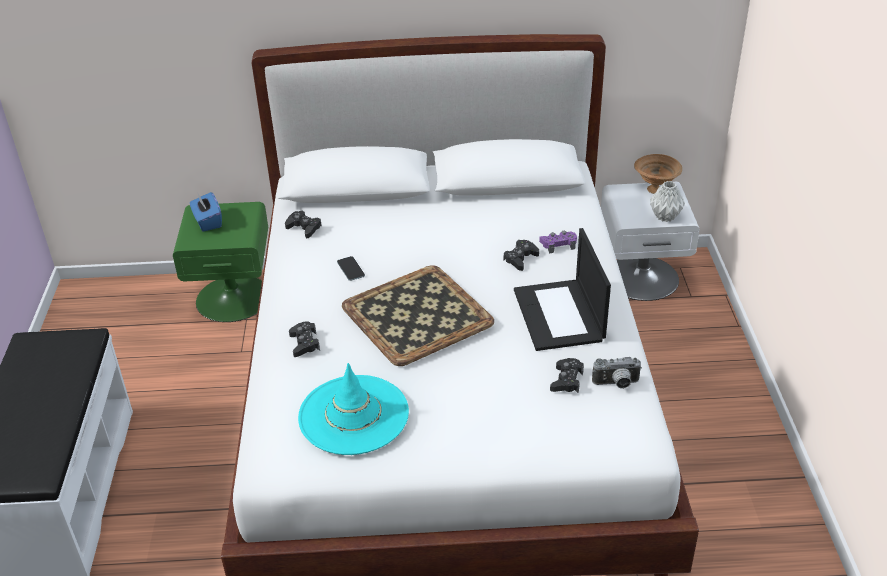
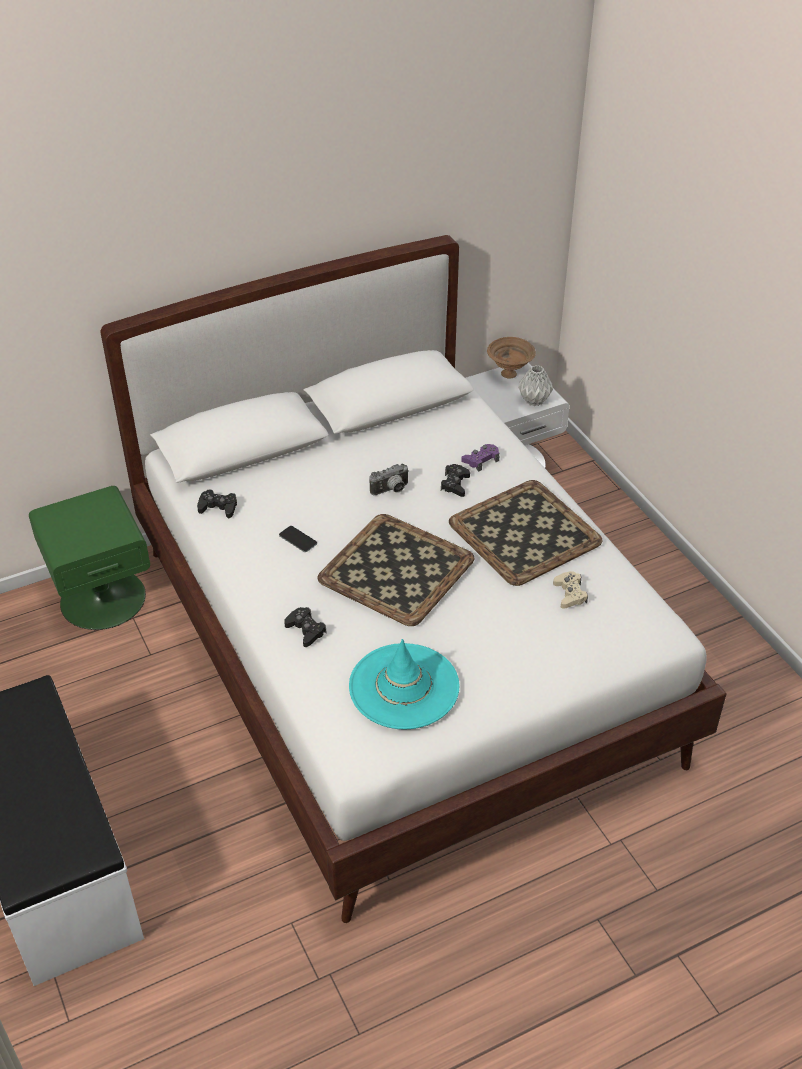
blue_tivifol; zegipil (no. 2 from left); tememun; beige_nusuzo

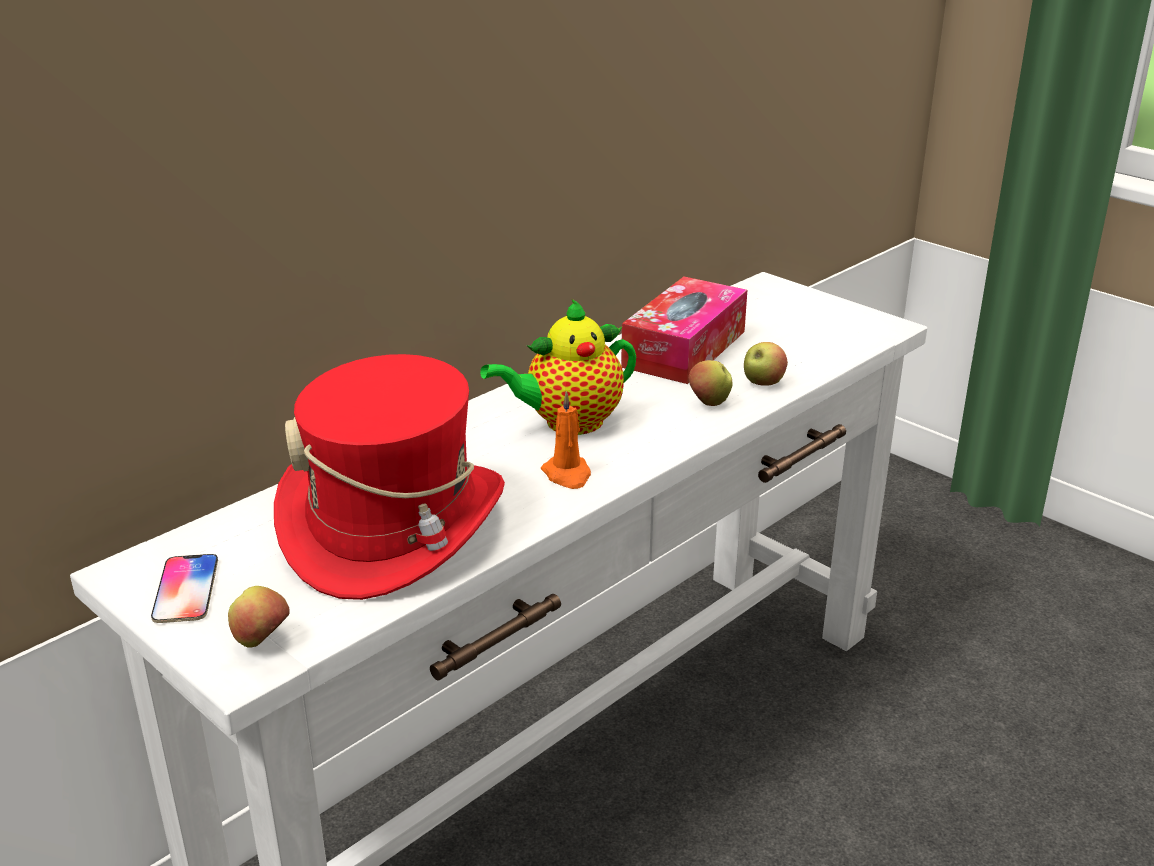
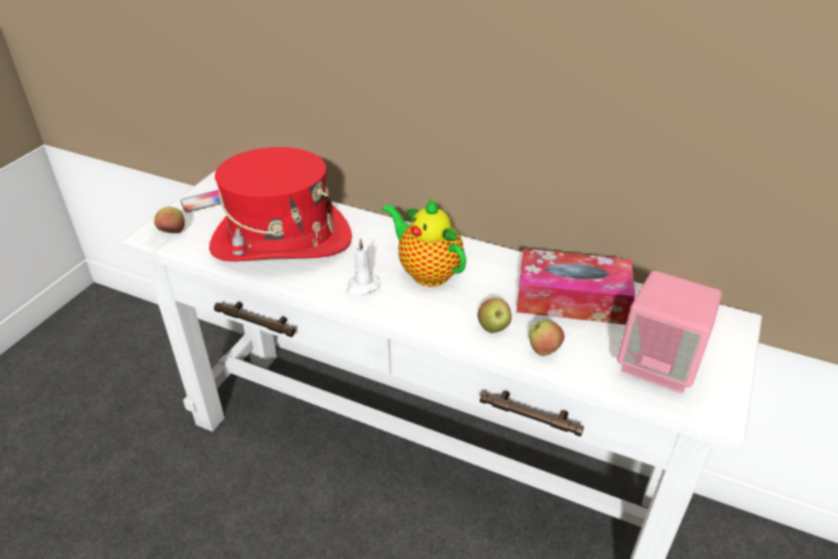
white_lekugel; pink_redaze

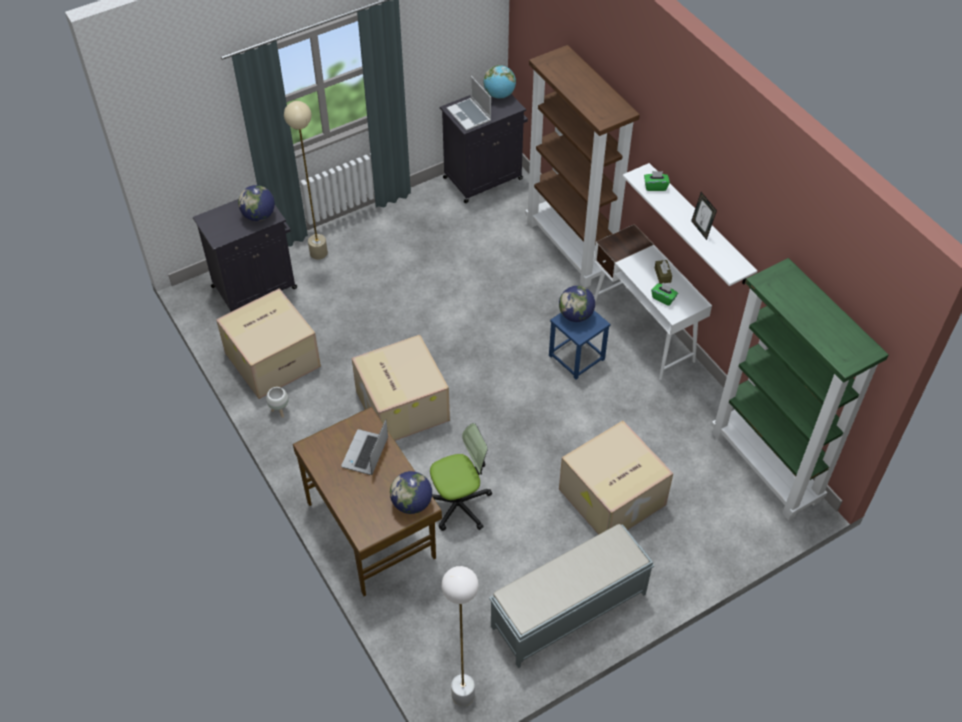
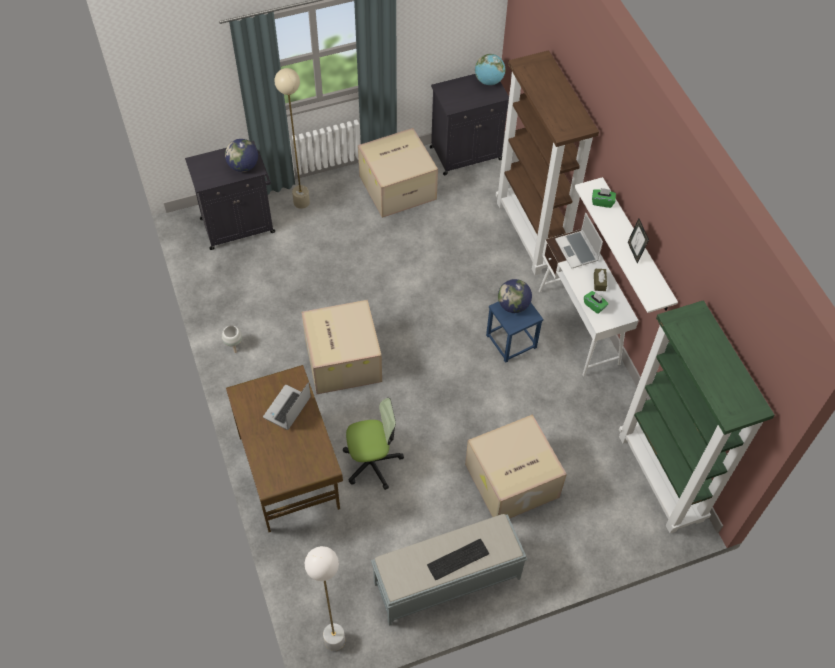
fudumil (no. 2 from left); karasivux (no. 2 from left); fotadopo (no. 2 from left in the first image); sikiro

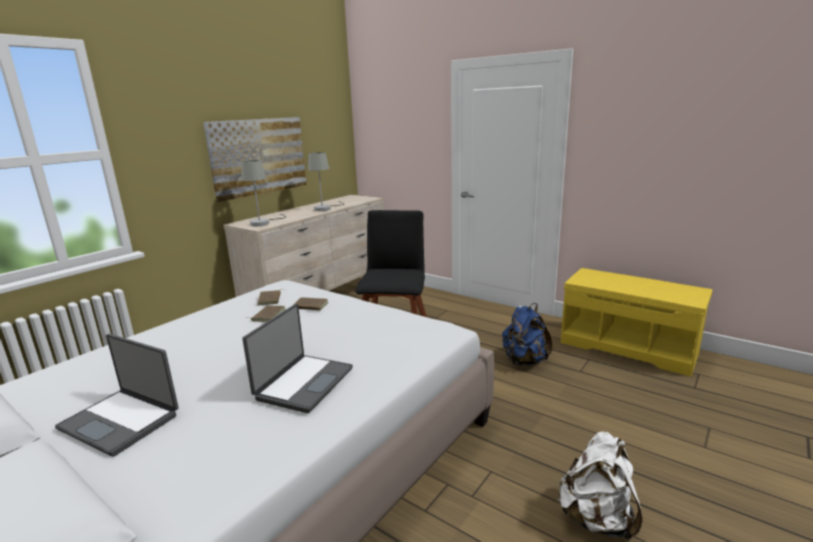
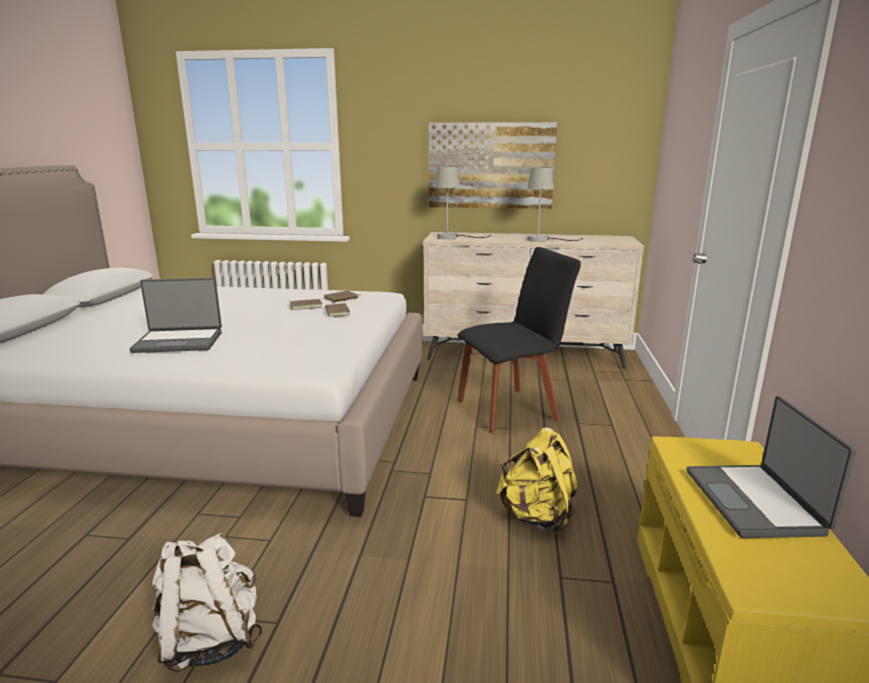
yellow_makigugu; fudumil (no. 2 from left)

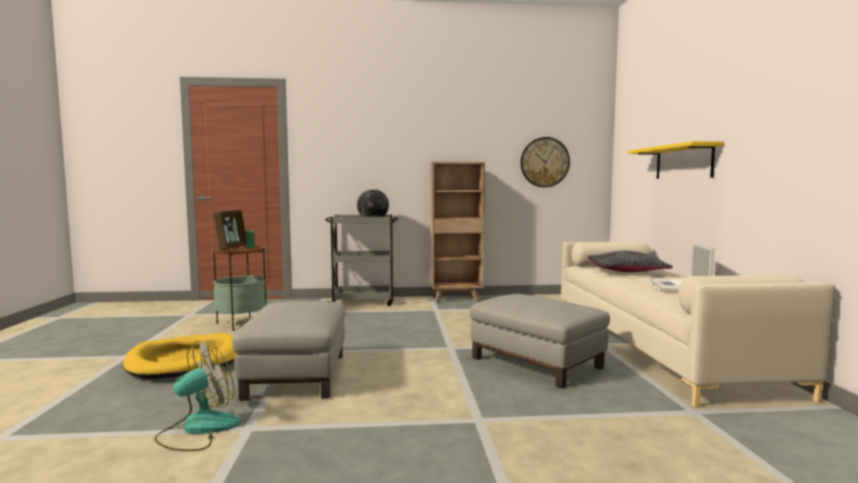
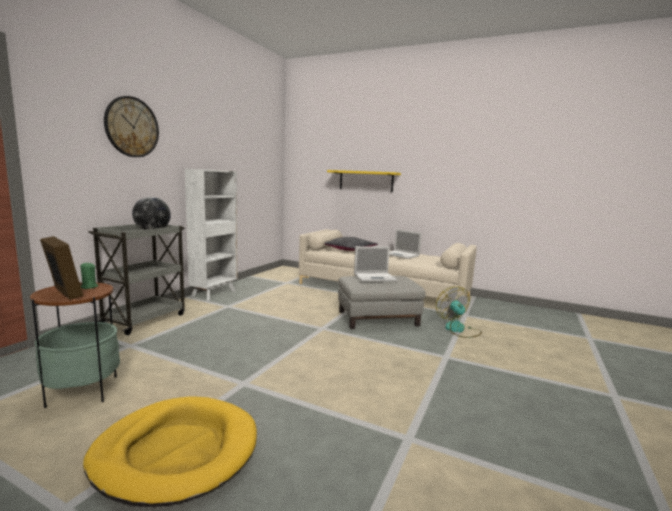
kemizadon; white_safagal; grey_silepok (no. 1 from left in the first image); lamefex; fudumil (no. 1 from left)

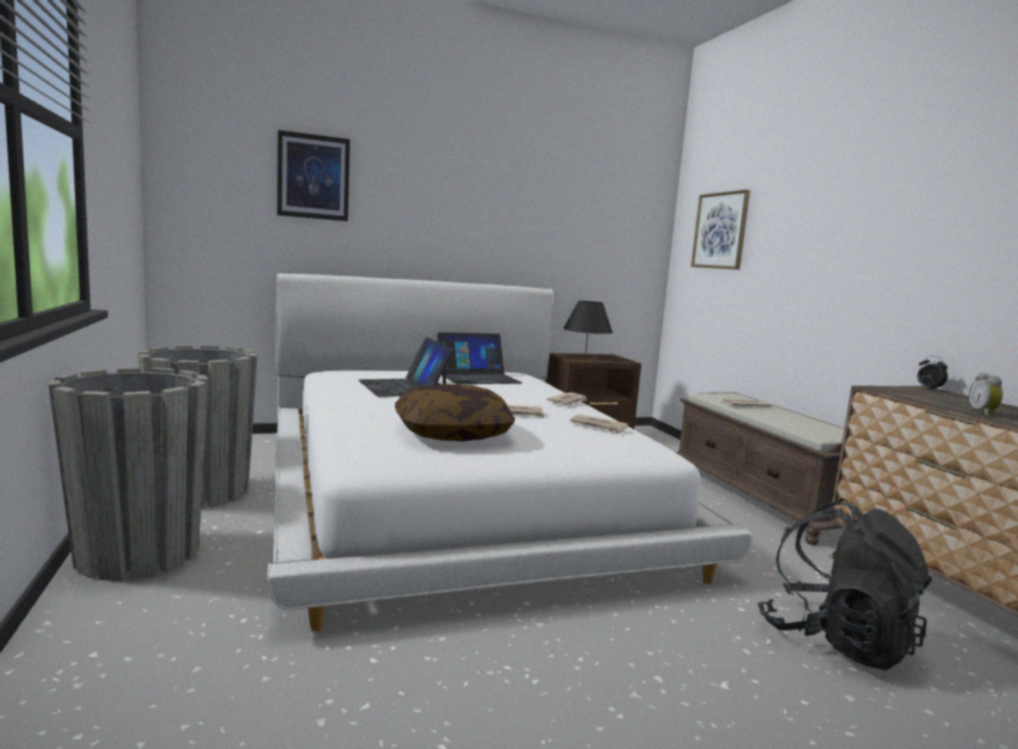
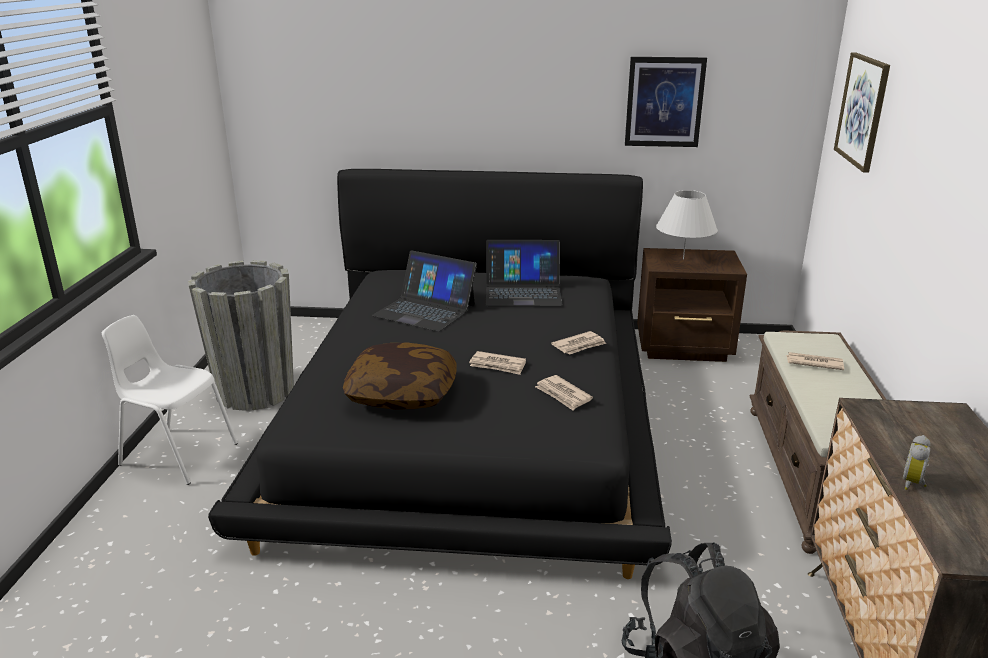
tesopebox (no. 1 from left); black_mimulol; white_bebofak; fudumil (no. 1 from left); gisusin (no. 1 from left in the first image); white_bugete

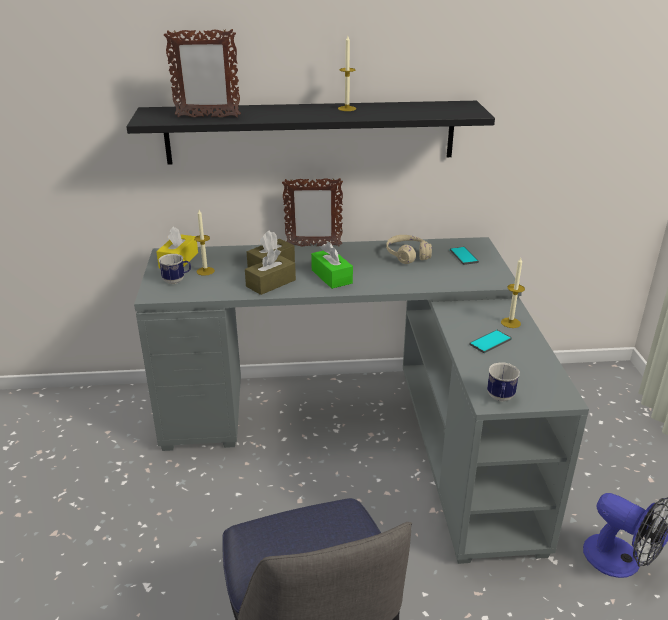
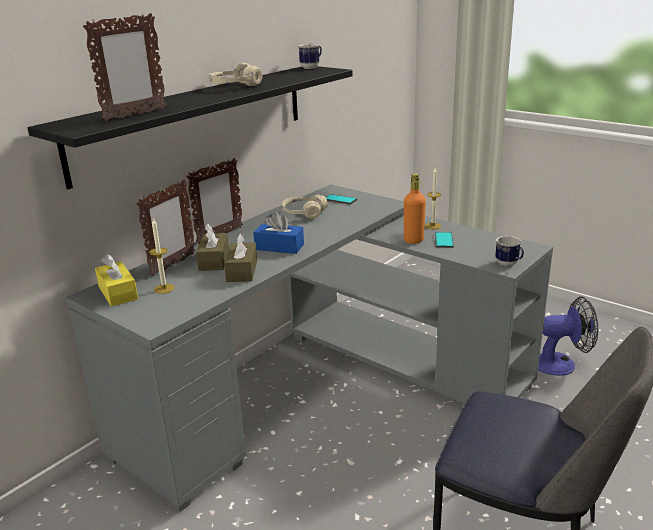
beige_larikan (no. 1 from left); blue_tivifol; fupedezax (no. 1 from left); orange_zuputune; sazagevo (no. 2 from left)

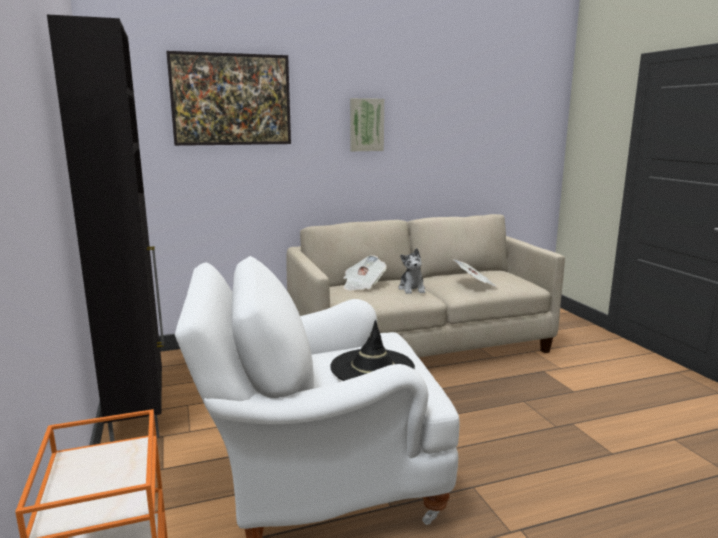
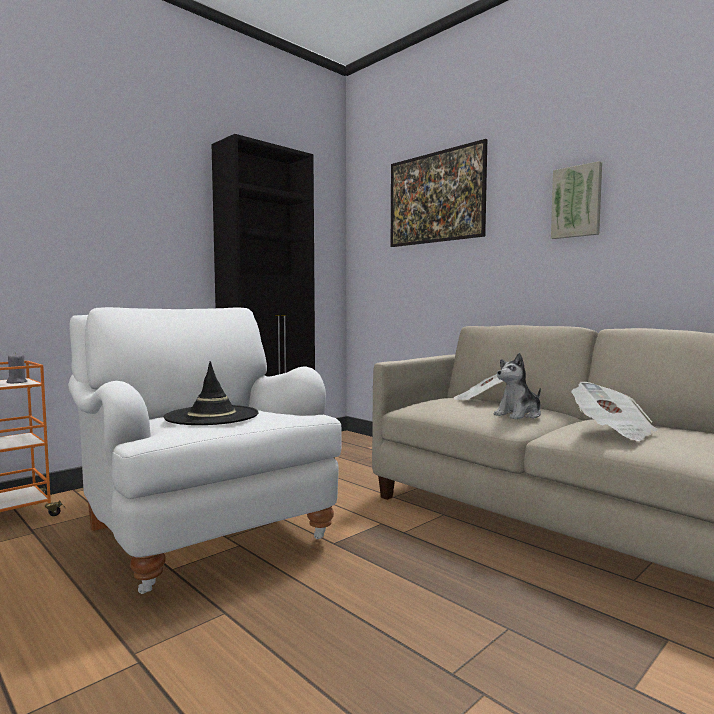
grey_lekugel

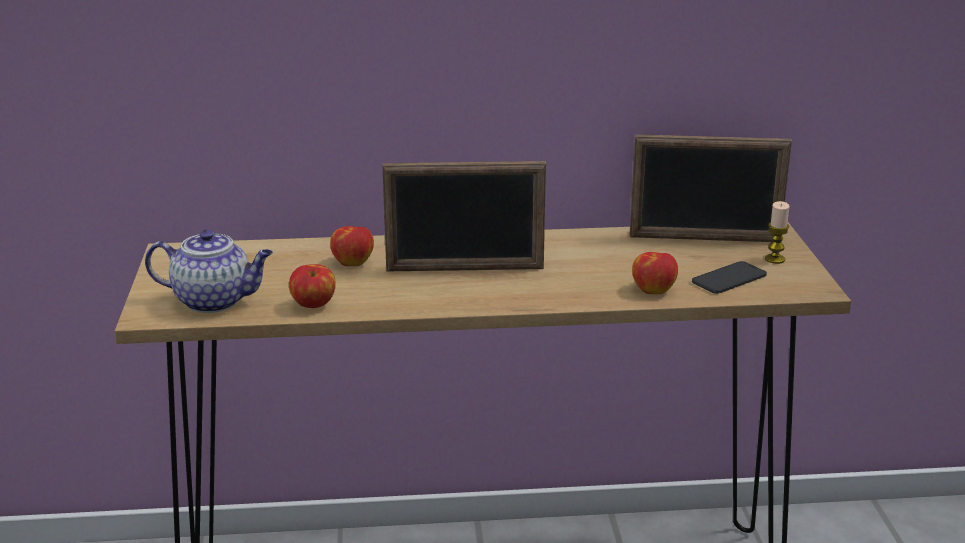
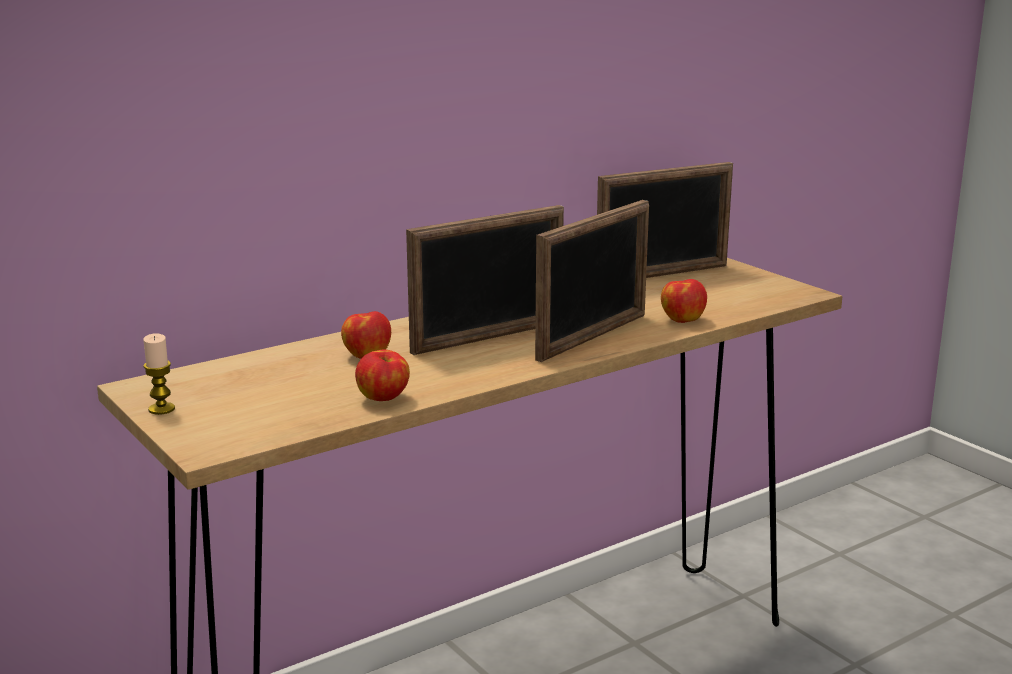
lekugel; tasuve; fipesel; sazagevo (no. 2 from left)

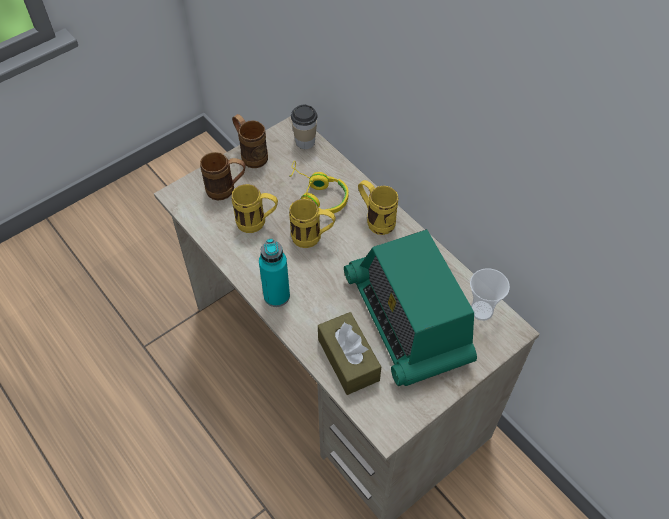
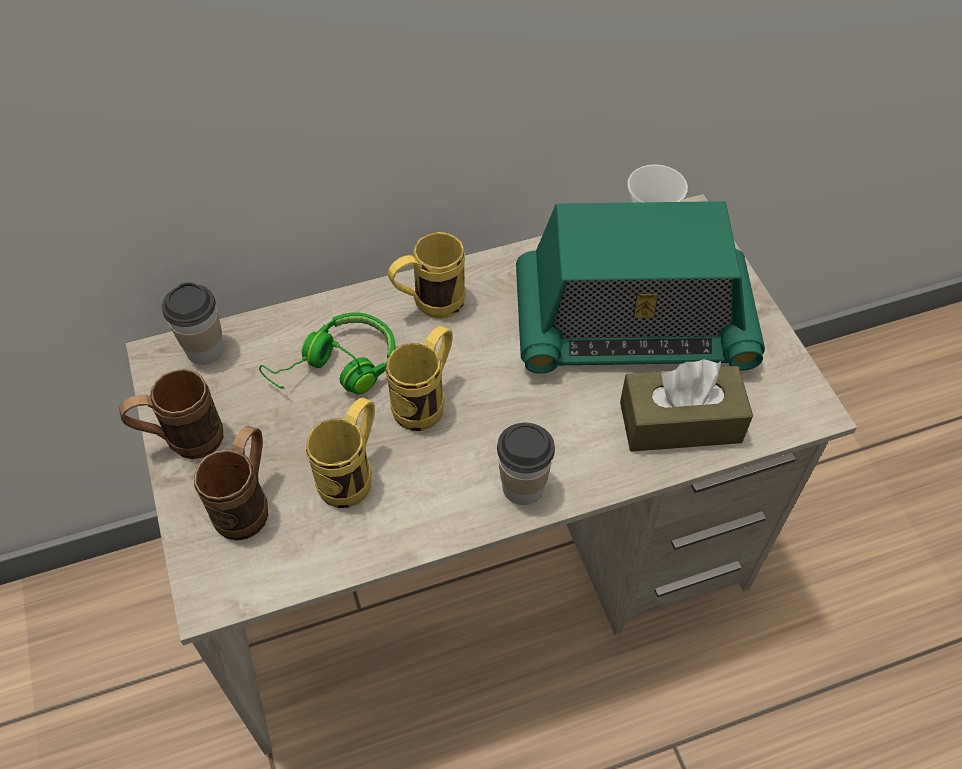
green_larikan; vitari (no. 2 from left)

